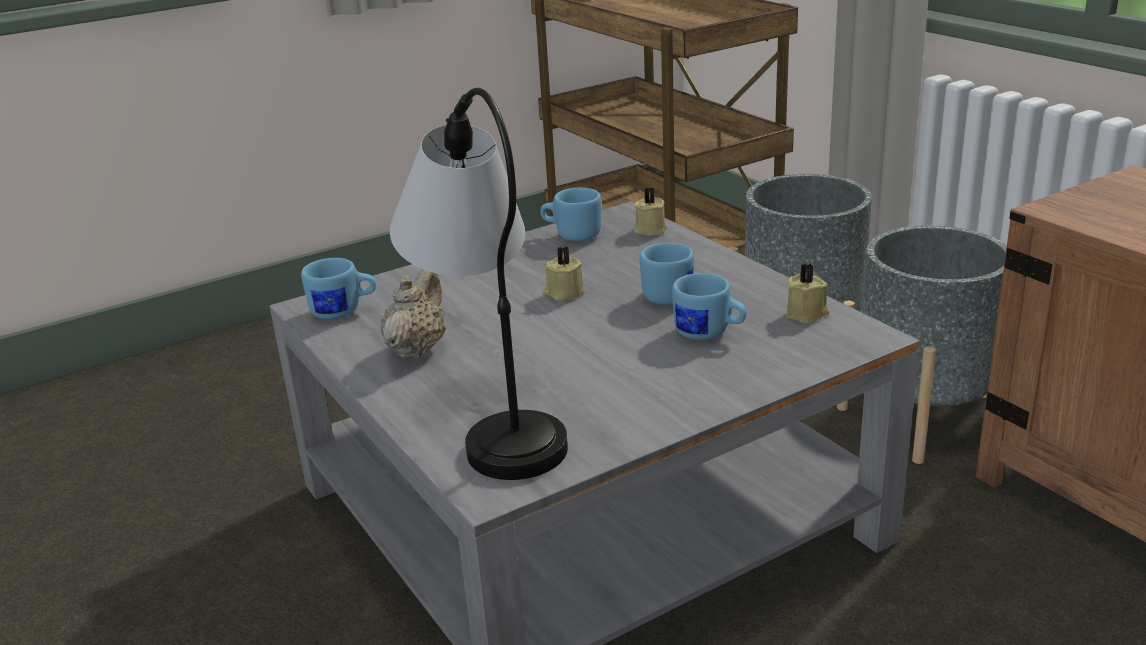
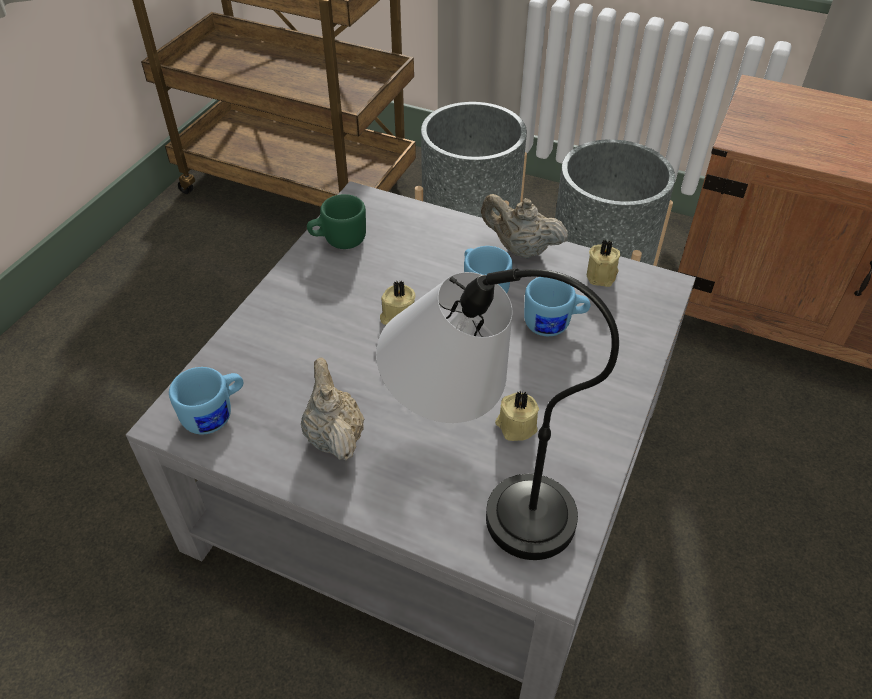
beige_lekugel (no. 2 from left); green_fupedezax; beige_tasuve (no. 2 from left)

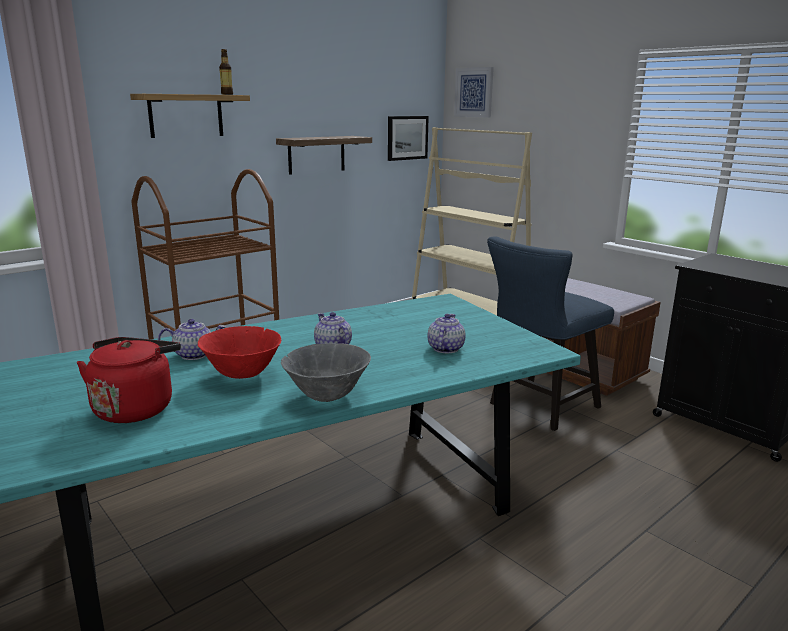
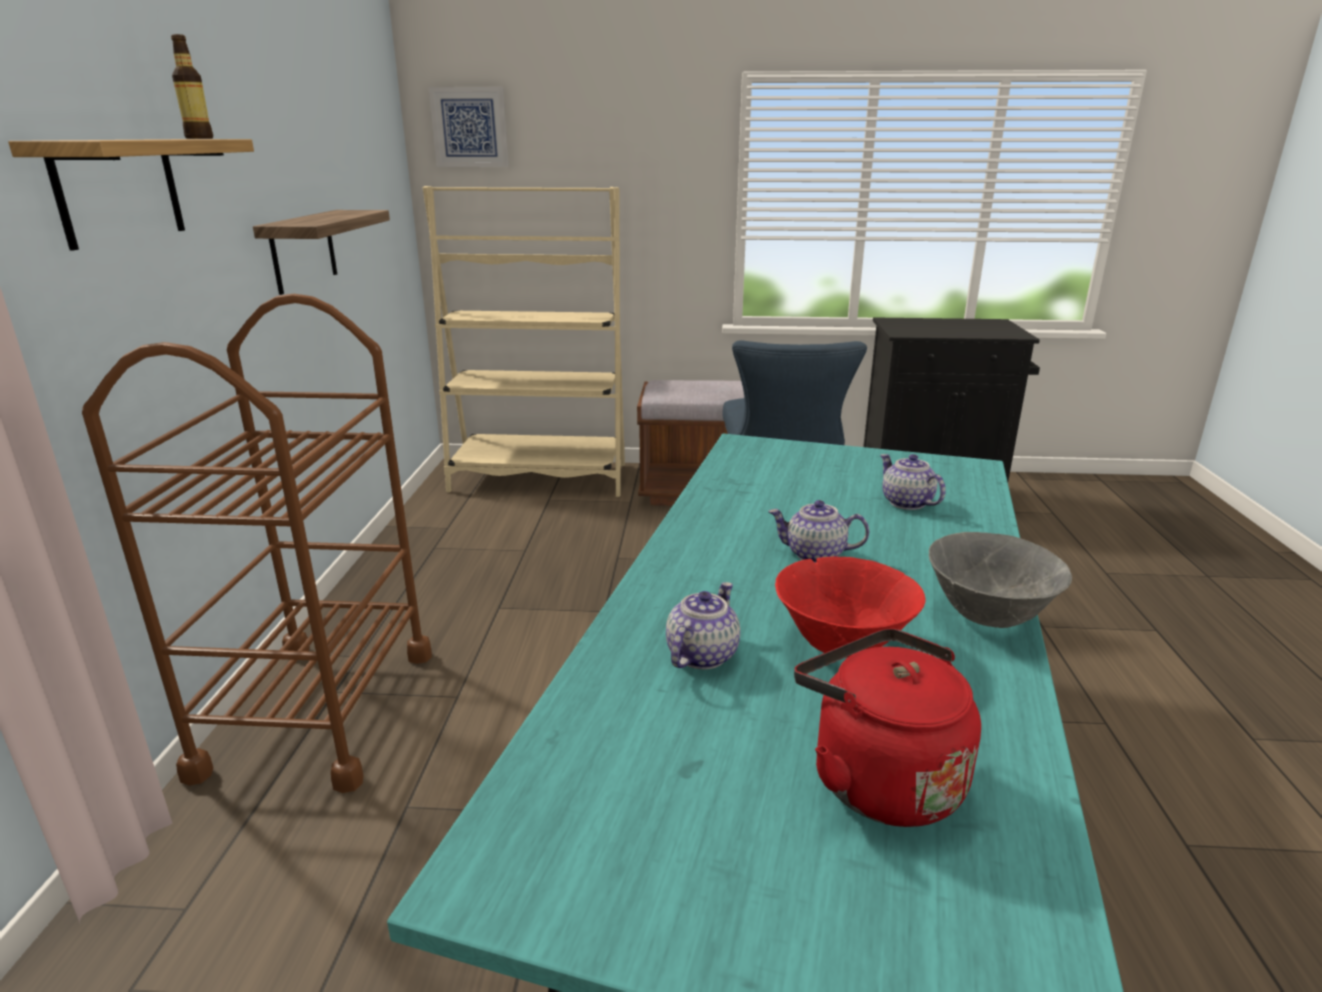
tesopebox (no. 1 from left in the first image)

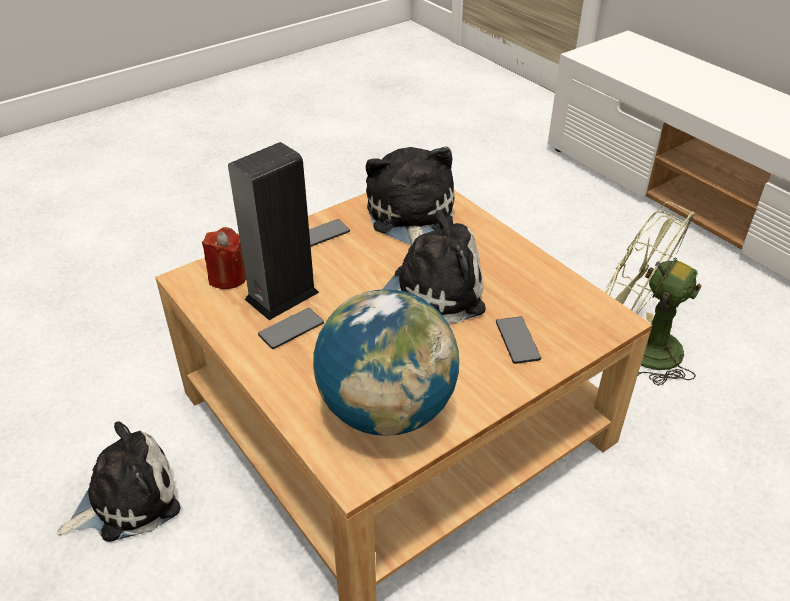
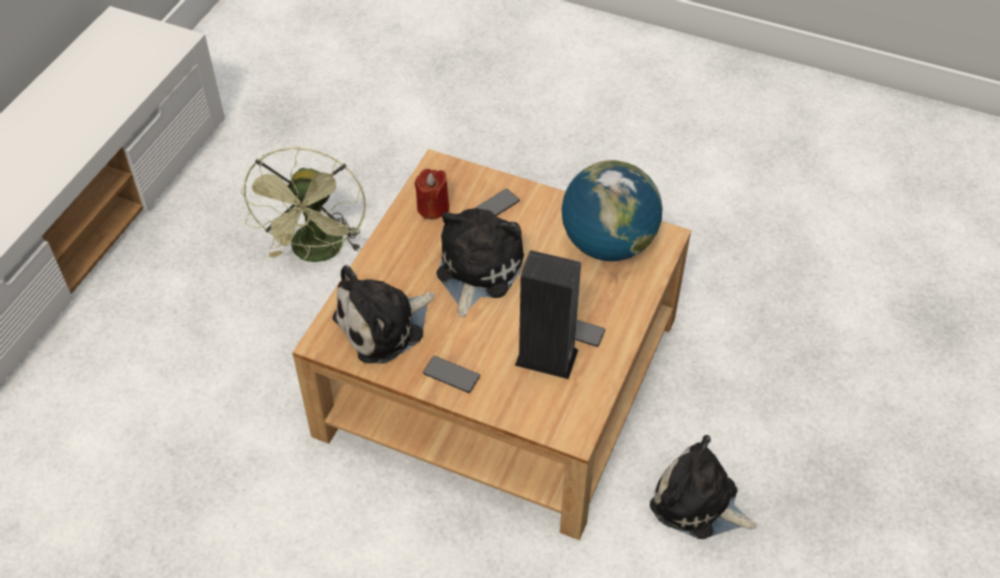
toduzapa (no. 2 from left); red_lekugel

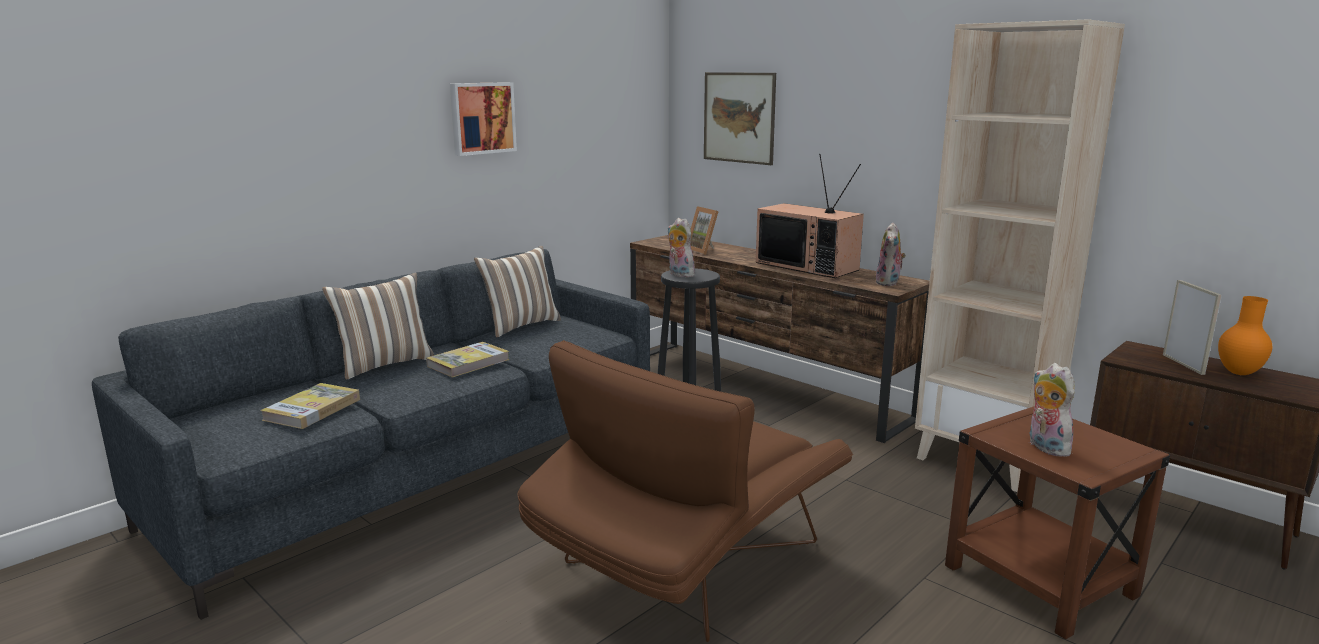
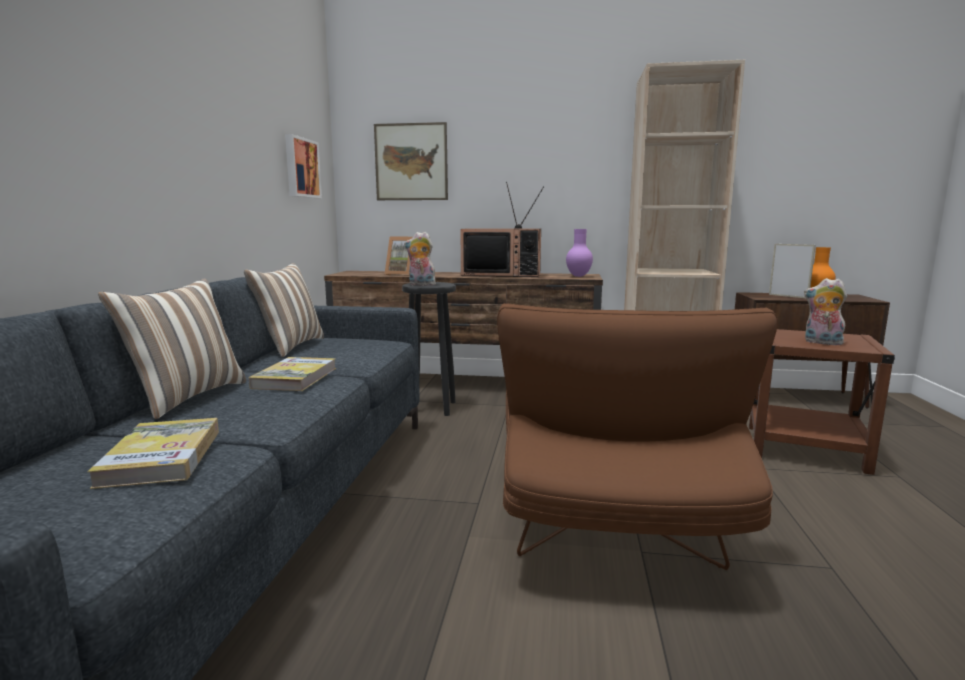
tesopebox (no. 1 from left); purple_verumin

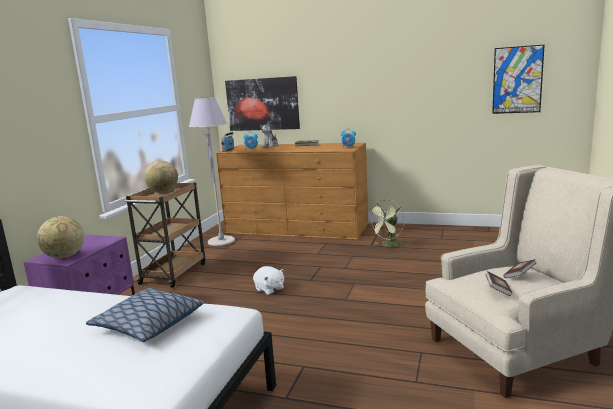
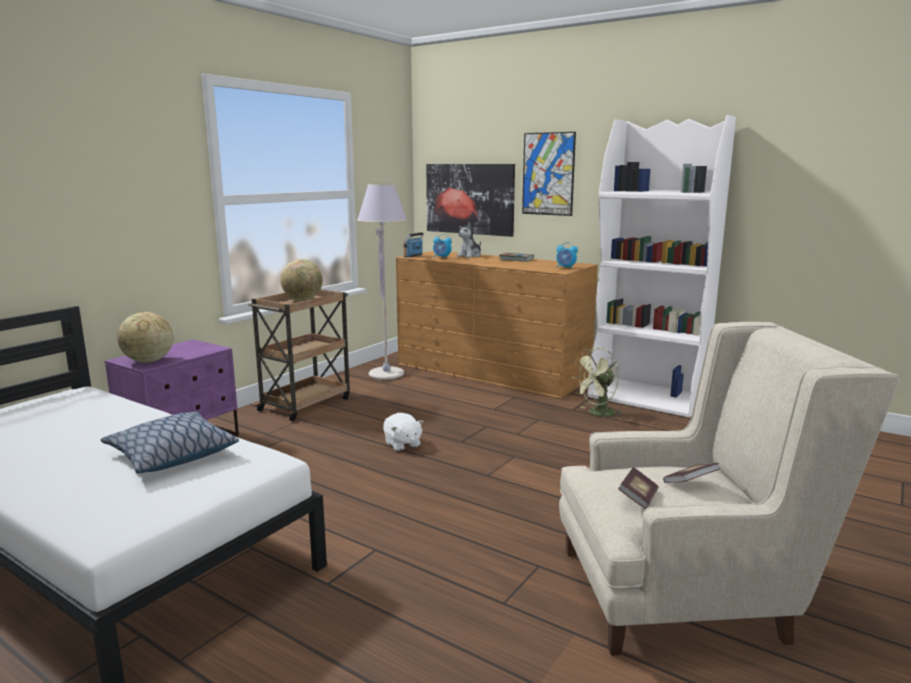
tesopebox (no. 2 from left); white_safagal

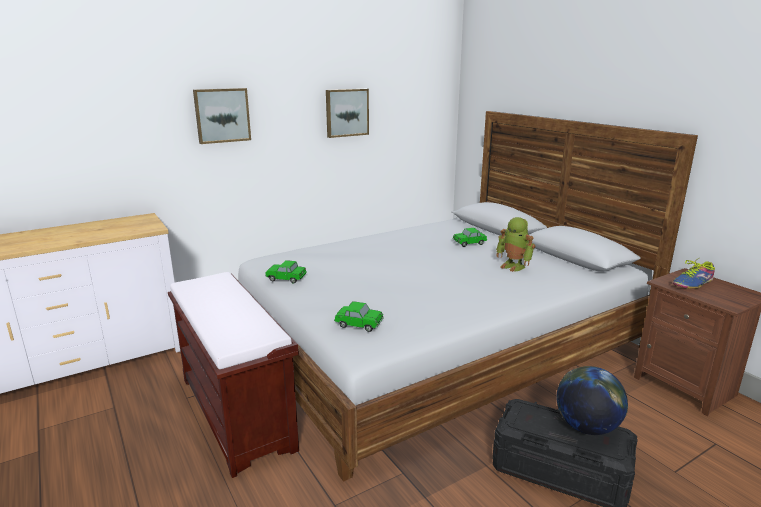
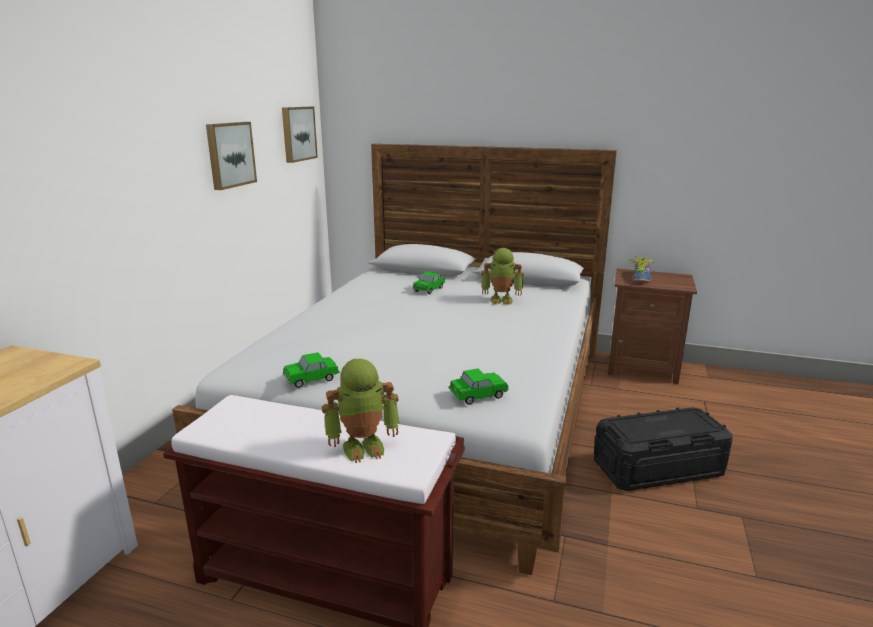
tesopebox (no. 2 from left); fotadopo; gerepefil (no. 1 from left)

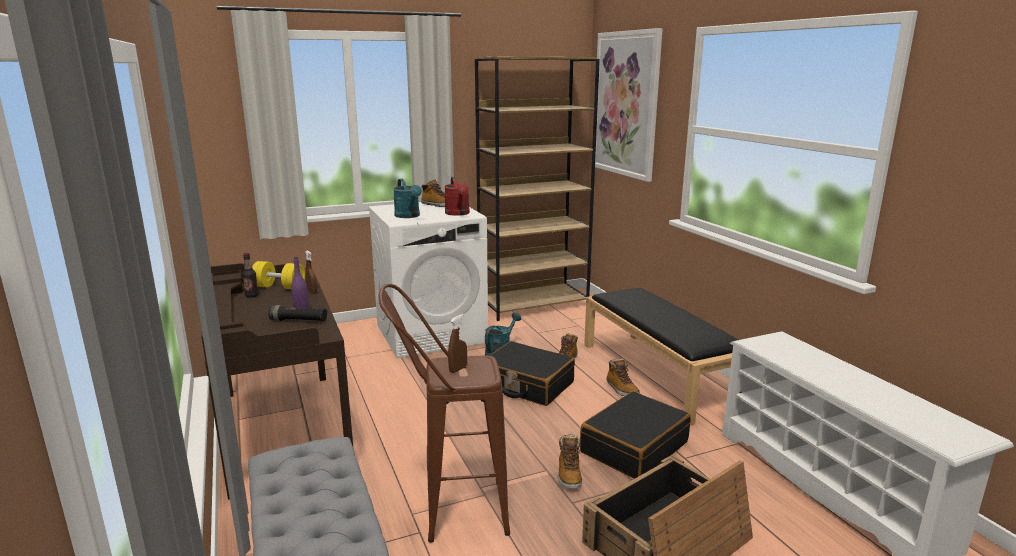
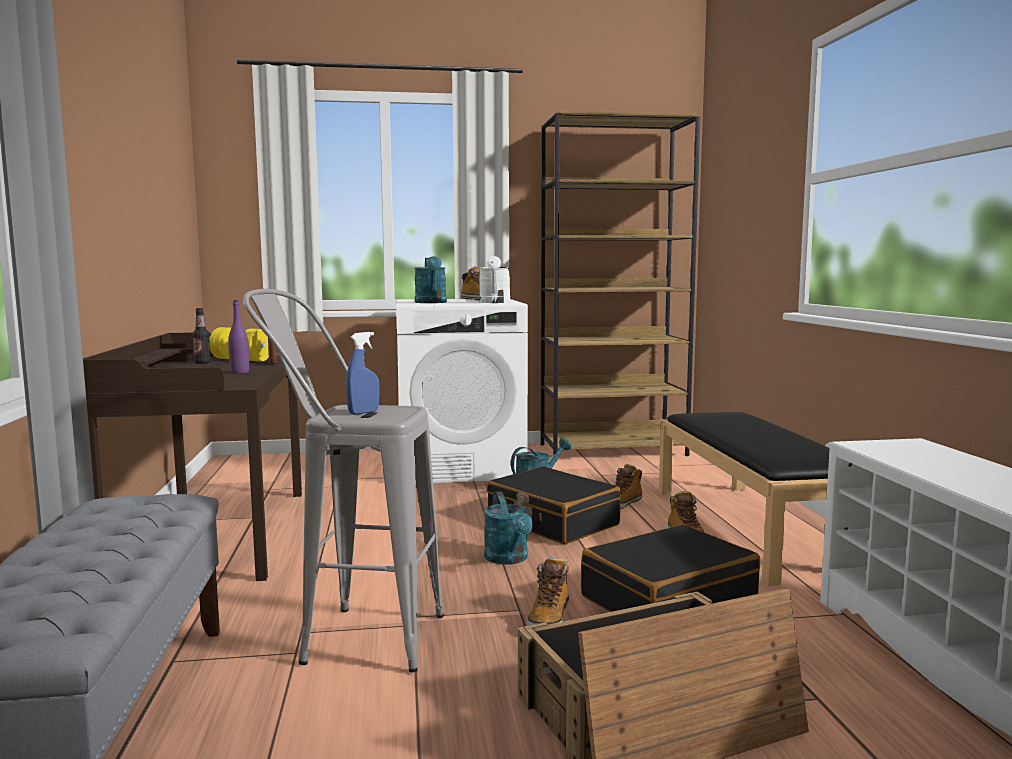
tesopebox; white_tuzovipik; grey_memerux; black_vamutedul; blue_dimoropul; turquoise_tuzovipik (no. 2 from left)

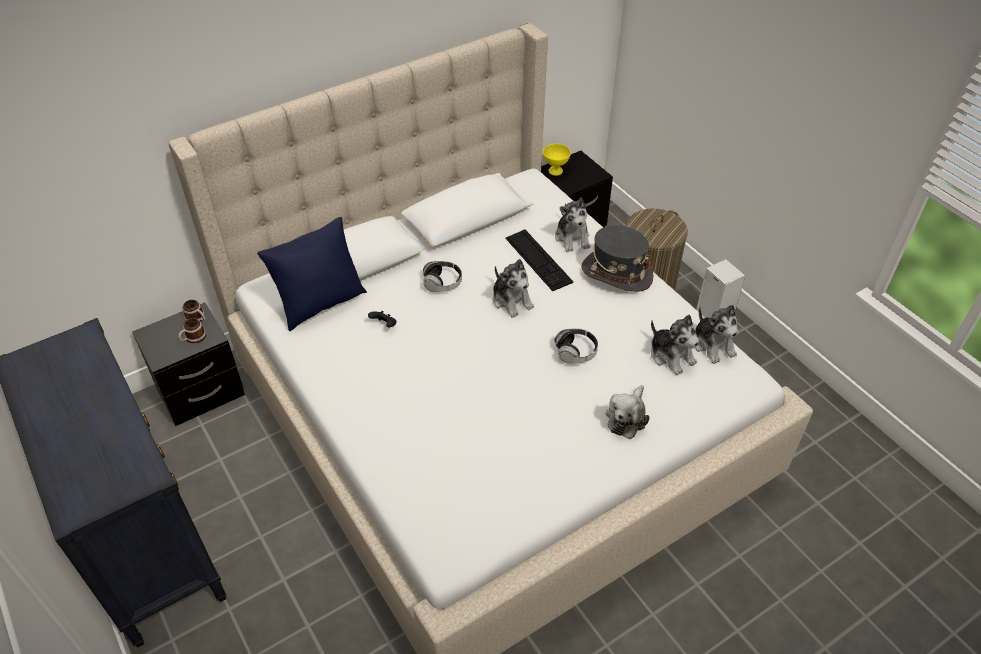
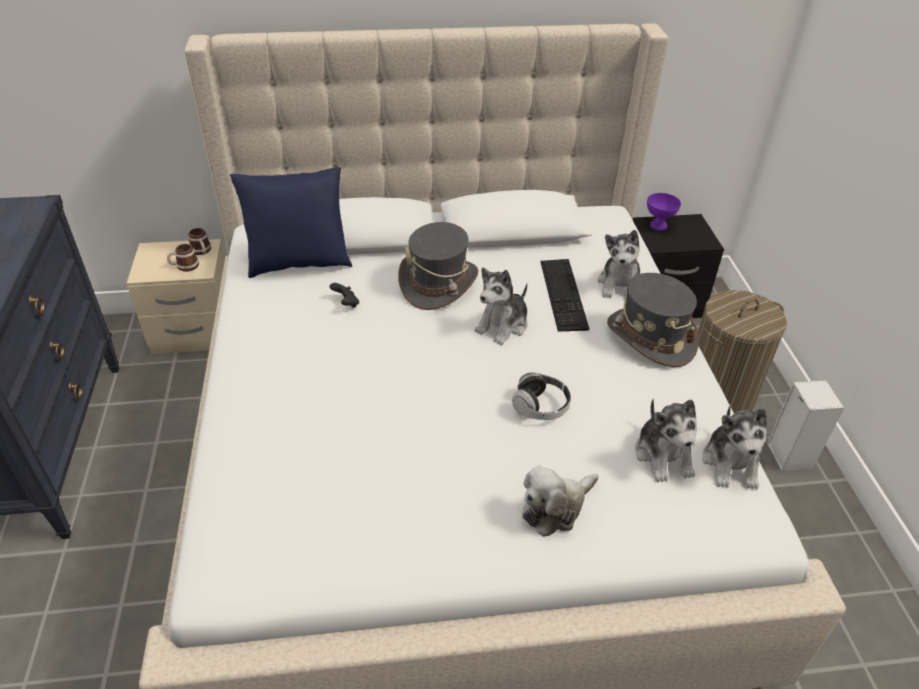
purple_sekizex; toduzapa (no. 1 from left); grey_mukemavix (no. 1 from left); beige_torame

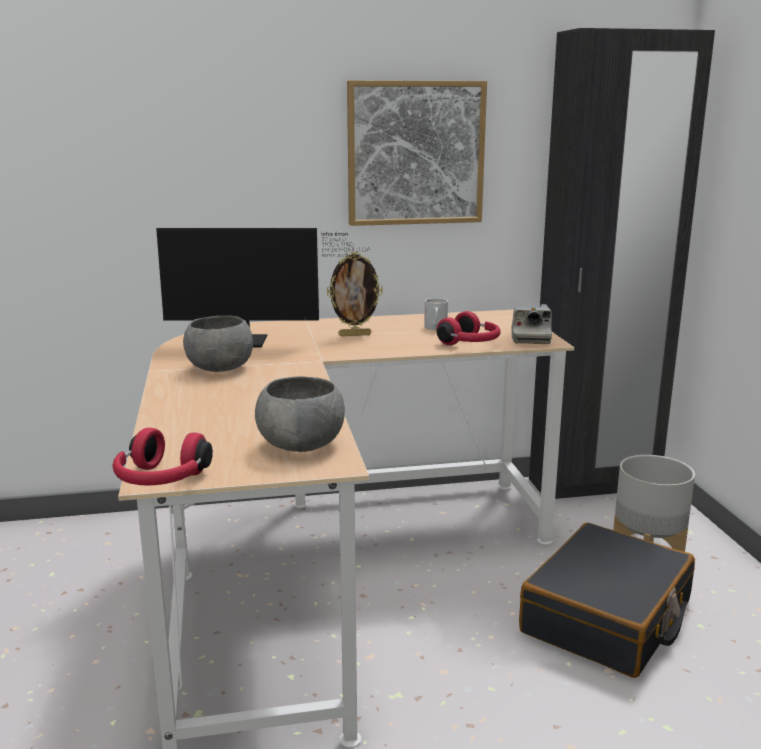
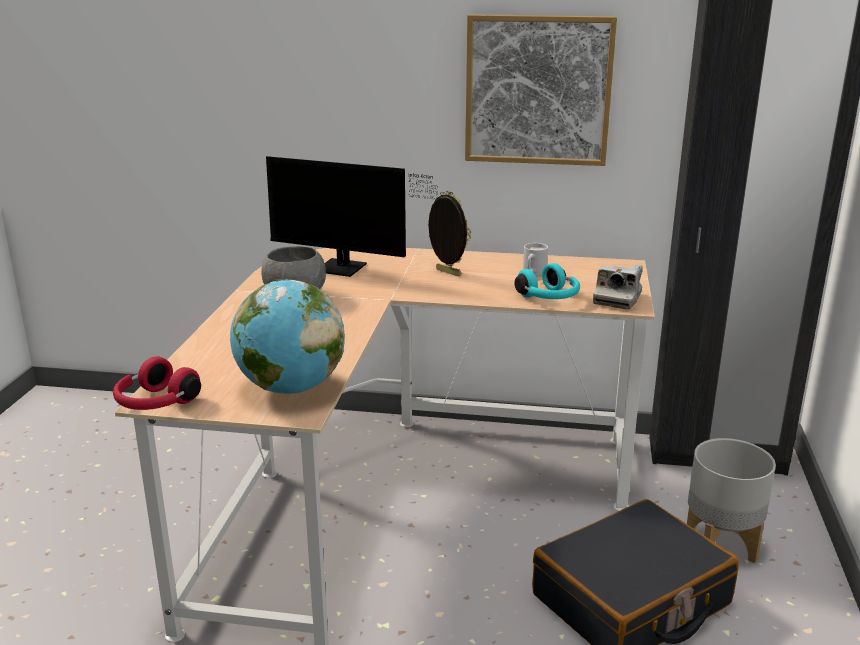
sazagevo; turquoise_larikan; fotadopo

